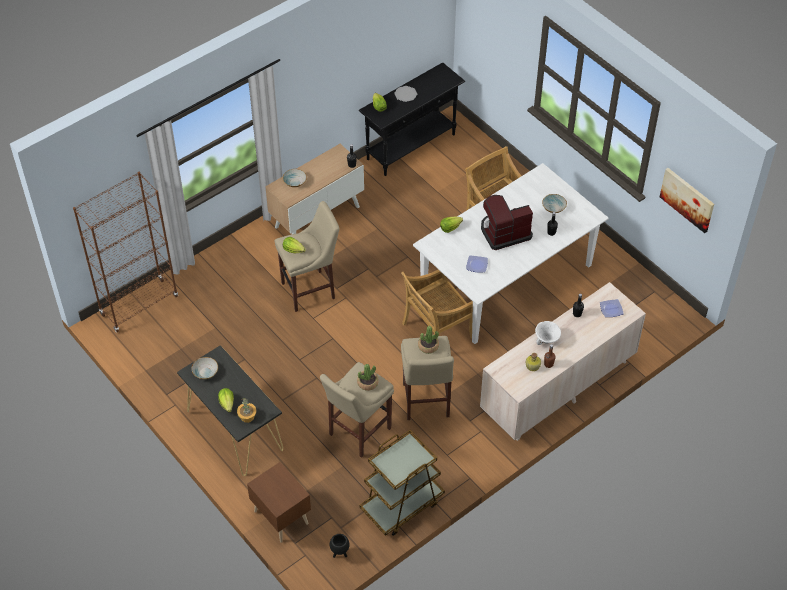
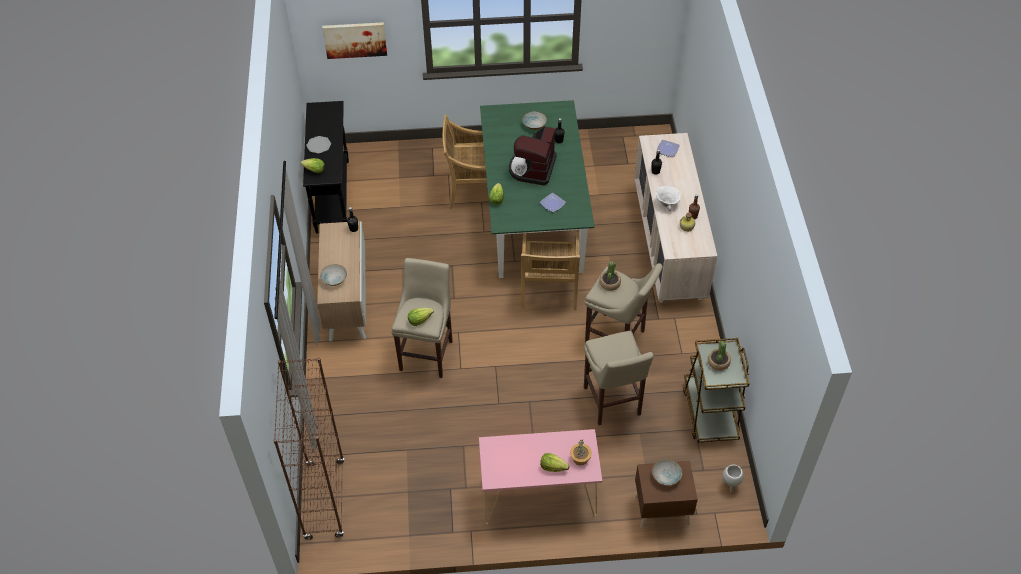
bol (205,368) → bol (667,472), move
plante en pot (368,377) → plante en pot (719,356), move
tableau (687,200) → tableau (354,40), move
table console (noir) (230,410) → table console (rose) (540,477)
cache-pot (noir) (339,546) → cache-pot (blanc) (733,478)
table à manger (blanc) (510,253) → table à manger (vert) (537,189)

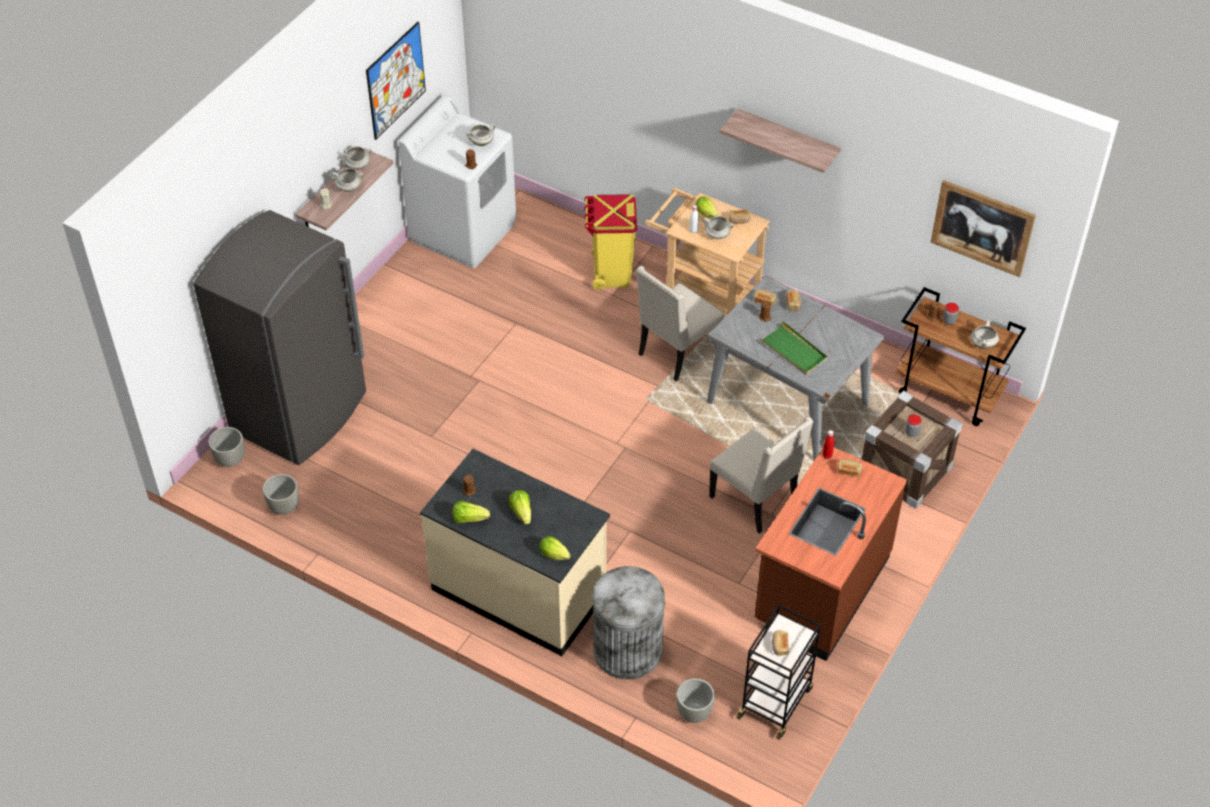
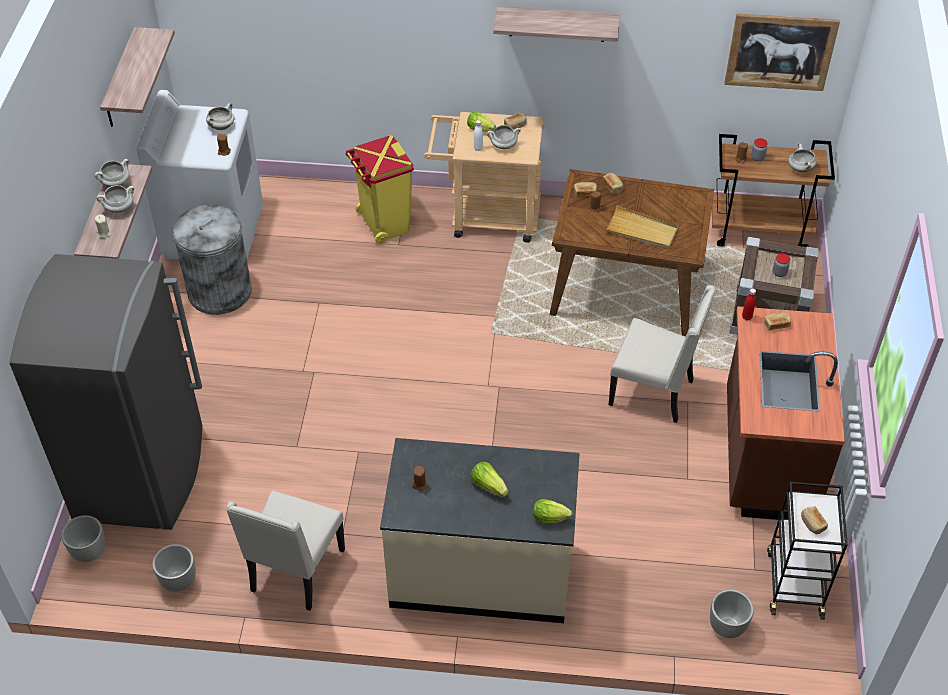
laitue (471,512) → -
poubelle (gris) (628,623) → poubelle (gris) (212,260), move
chaise (beige) (680,323) → chaise (beige) (285,550), move
tableau (396,81) → étagère (137,77)
table à manger (gris) (795,368) → table à manger (marron) (632,252)
plateau (vert) (793,348) → plateau (beige) (642,227)

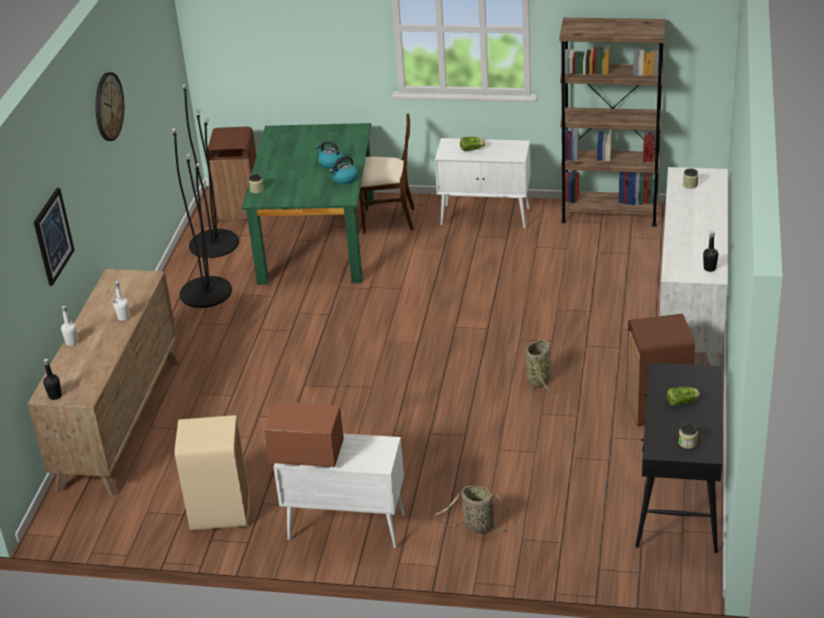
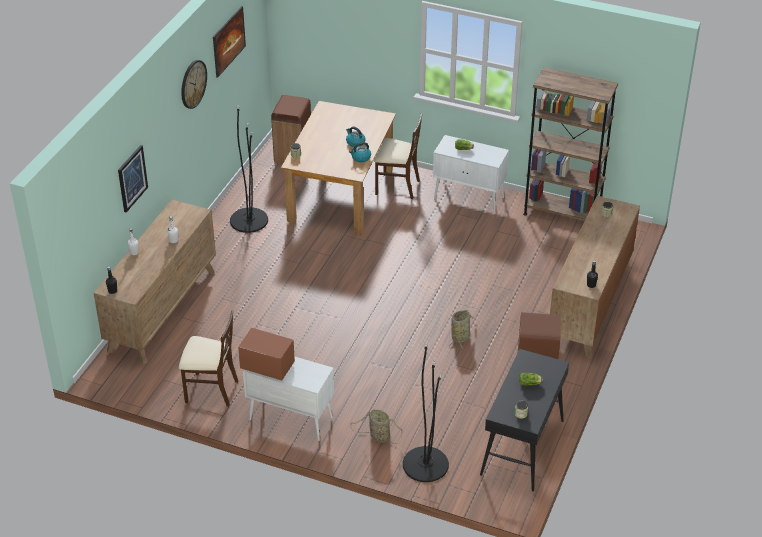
- → tableau (229,42)
lampadaire (noir) (210,171) → lampadaire (noir) (426,413), move
poubelle (beige) (212,473) → chaise (beige) (208,358)
table à manger (vert) (308,204) → table à manger (marron) (338,168)
commode (blanc) (694,266) → commode (marron) (595,277)

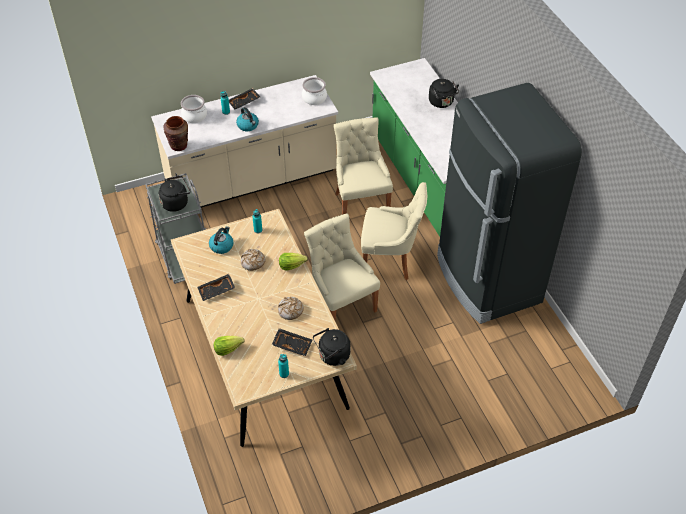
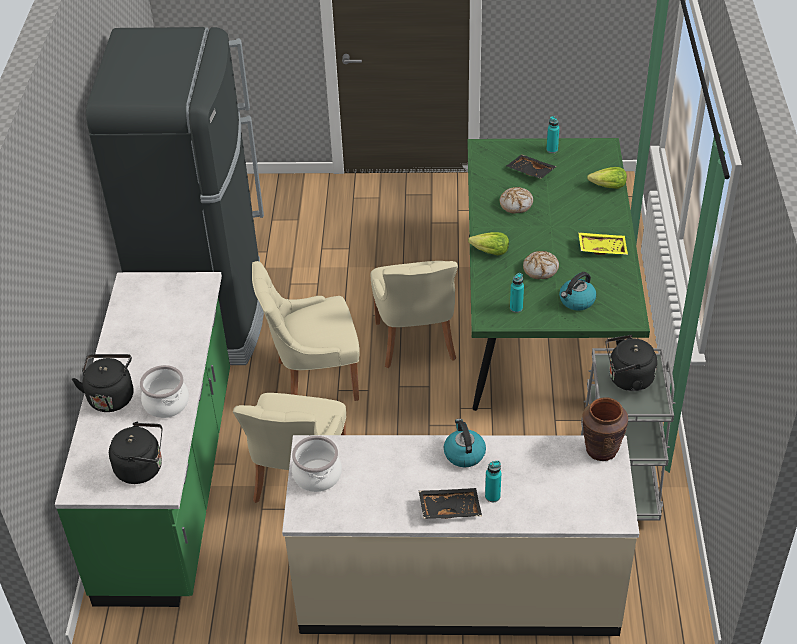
marmite (194,109) → marmite (164,391), move
bouilloire (noir) (332,347) → bouilloire (noir) (135,453), move
table à manger (beige) (264,328) → table à manger (vert) (559,274)
plateau (noir) (216,287) → plateau (jaune) (603,243)
chaise (beige) (394,231) → chaise (beige) (306,331), 45 degrees counterclockwise

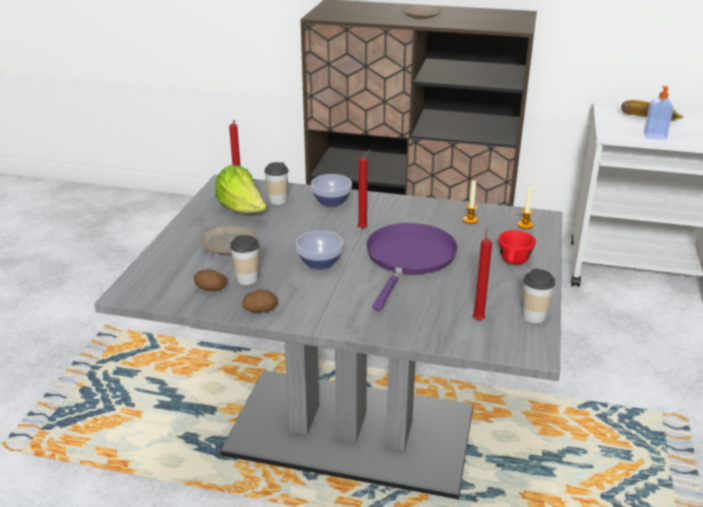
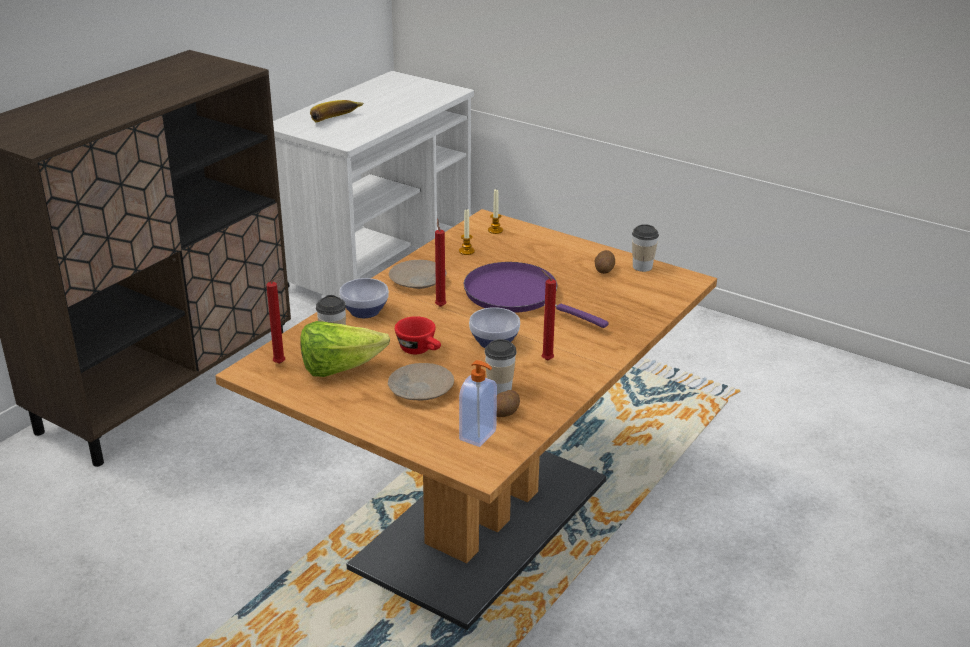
pomme de terre (260,301) → pomme de terre (605,262), move
assiette (beige) (422,12) → assiette (beige) (418,274), move
bougie (rouge) (482,274) → bougie (rouge) (548,315), move
tasse (rouge) (517,247) → tasse (rouge) (418,335), move
distributeur de savon (659,113) → distributeur de savon (478,403), move
table à manger (gris) (328,337) → table à manger (marron) (466,419)

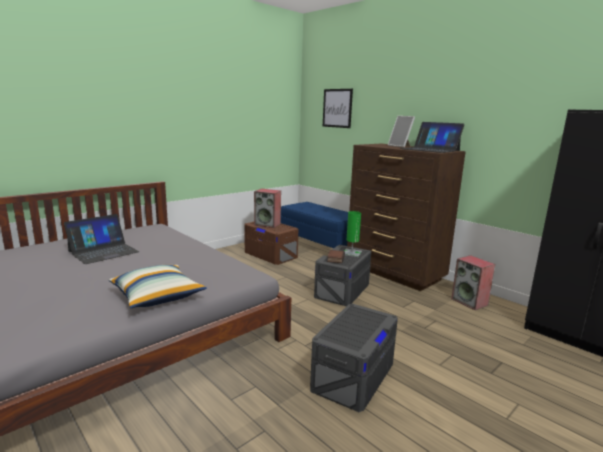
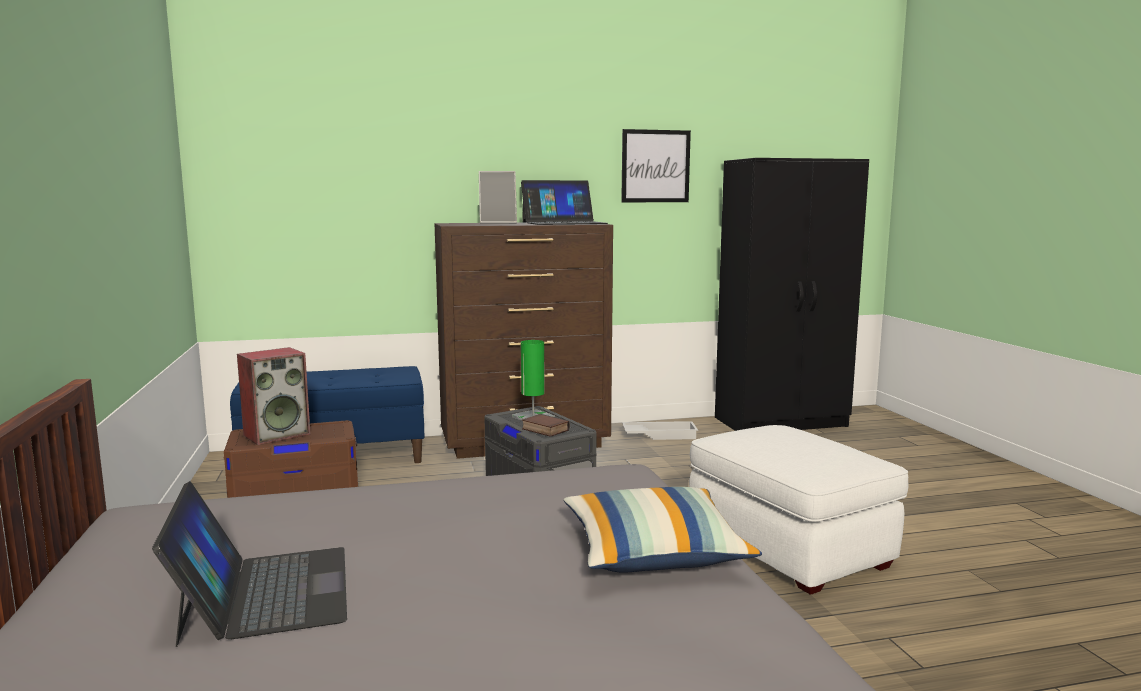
tableau (338,108) → tableau (656,165), move
boîte de rangement (gris) (354,358) → pouf (blanc) (798,510)
enceinte (473,282) → plateau (blanc) (660,430)

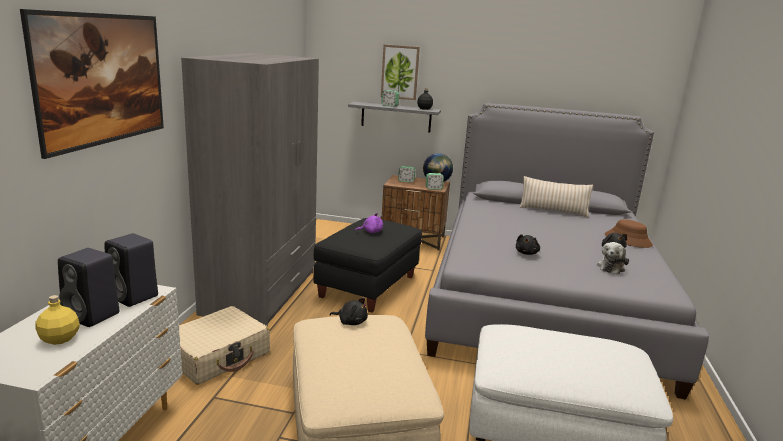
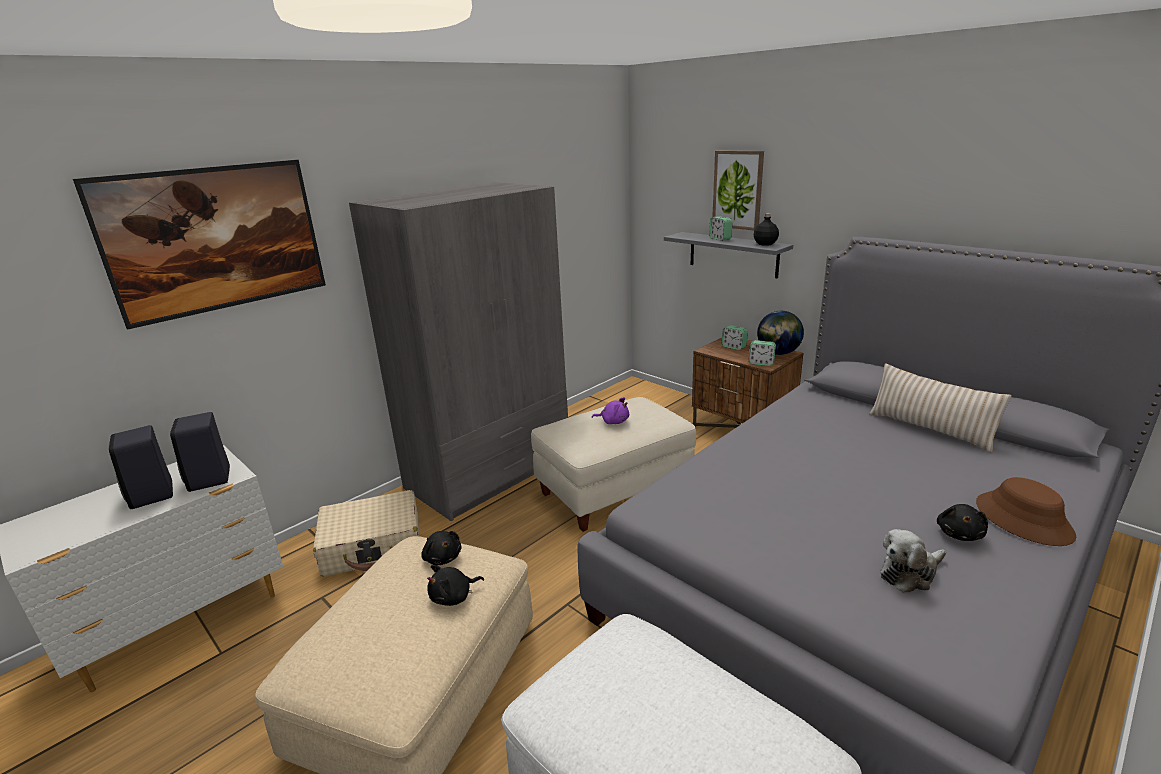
bouteille (jaune) (58,320) → -
peluche (noir) (528,244) → peluche (noir) (455,585), move
pouf (noir) (367,265) → pouf (beige) (613,464)

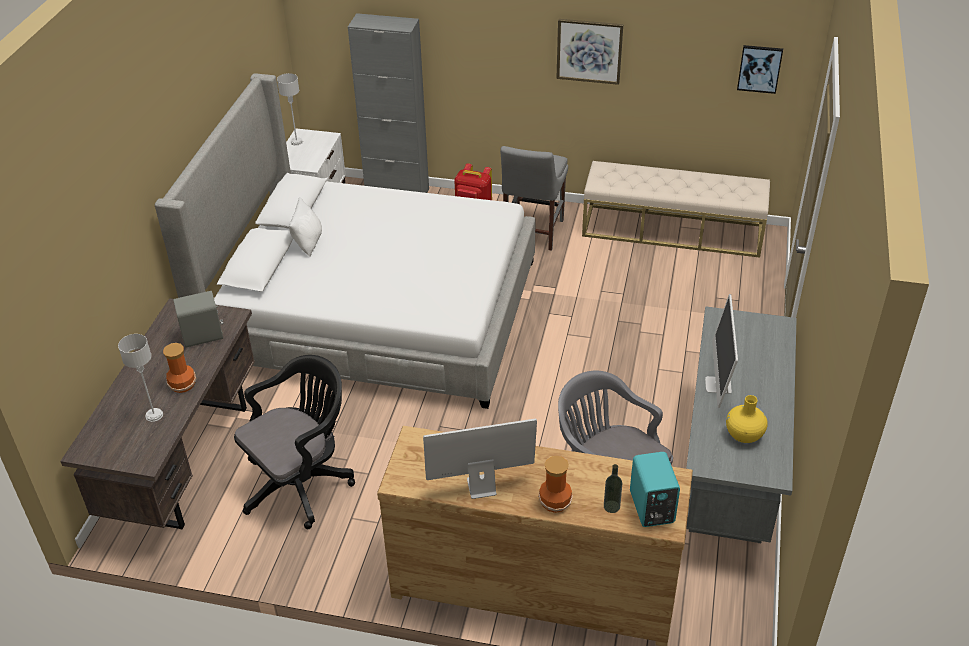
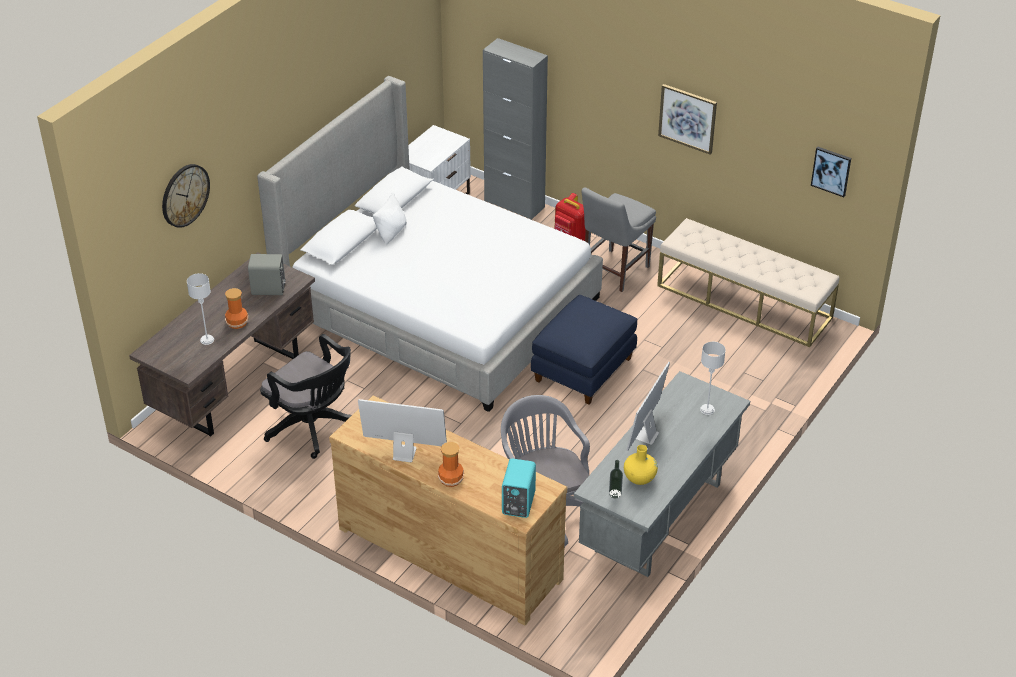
- → horloge murale (186,196)
- → pouf (bleu) (584,350)
lampe de table (gris) (290,109) → lampe de table (gris) (713,378), move
bouteille (613,488) → bouteille (616,479), move
chaise de bureau (noir) (294,442) → chaise de bureau (noir) (306,396), 60 degrees clockwise

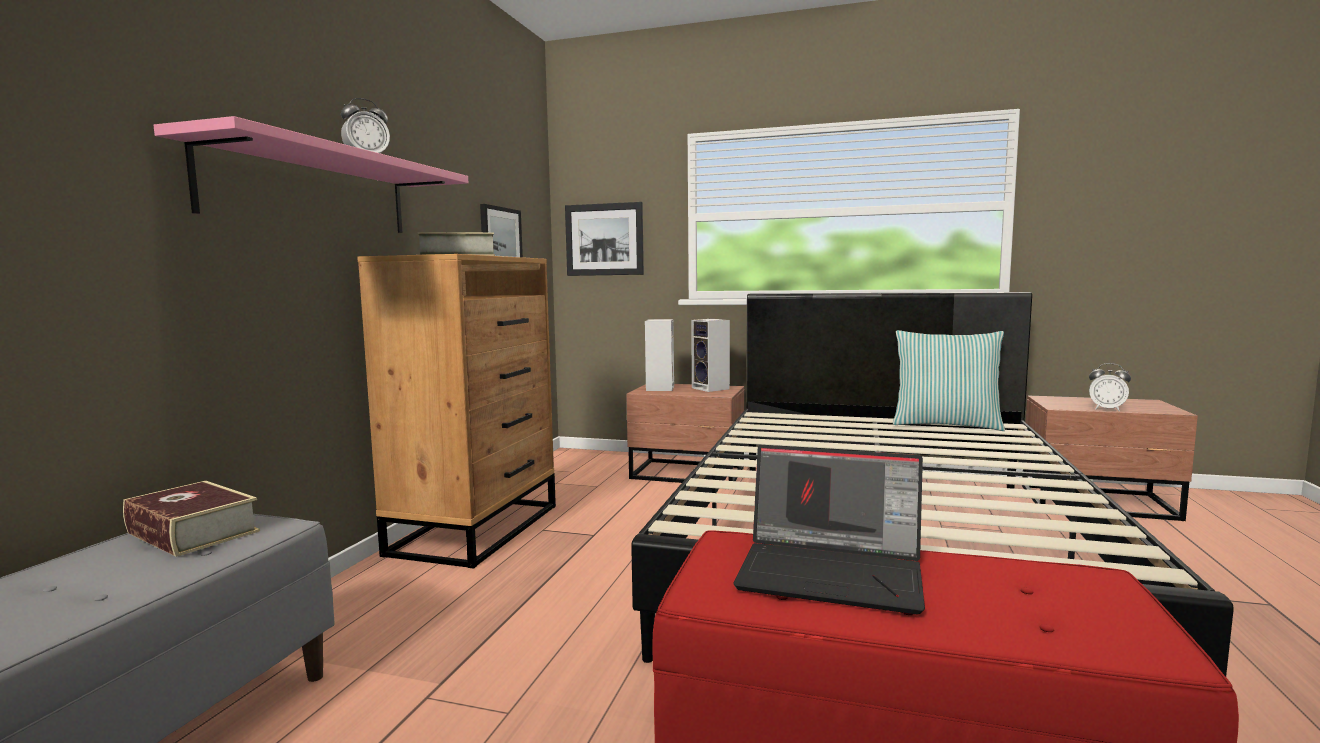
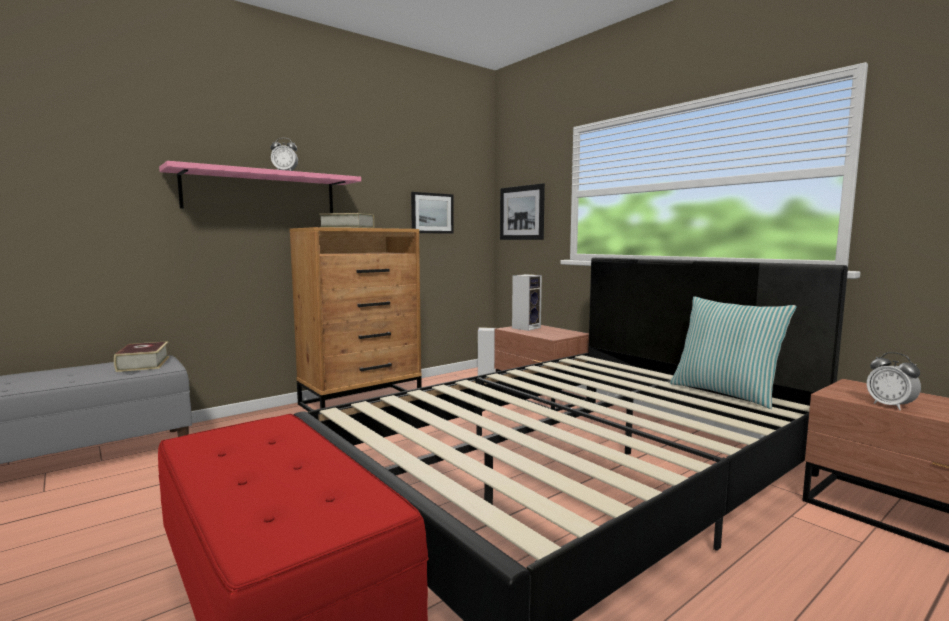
ordinateur portable (829,529) → -
enceinte (710,355) → enceinte (487,352), move

